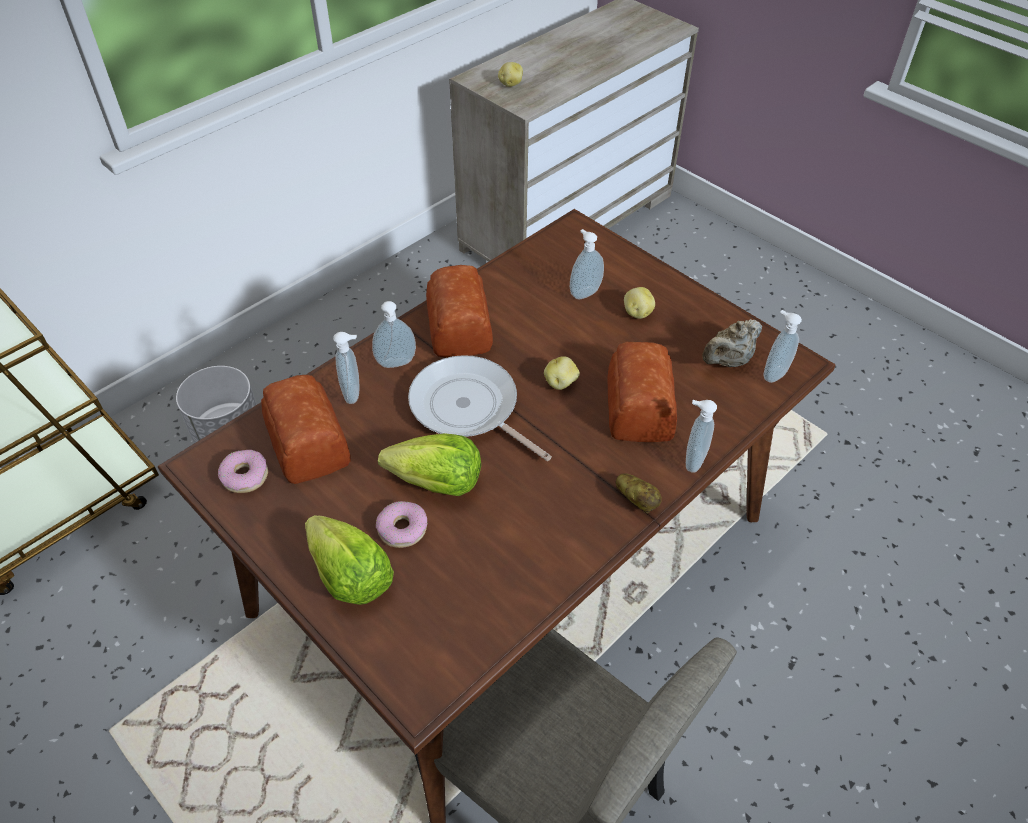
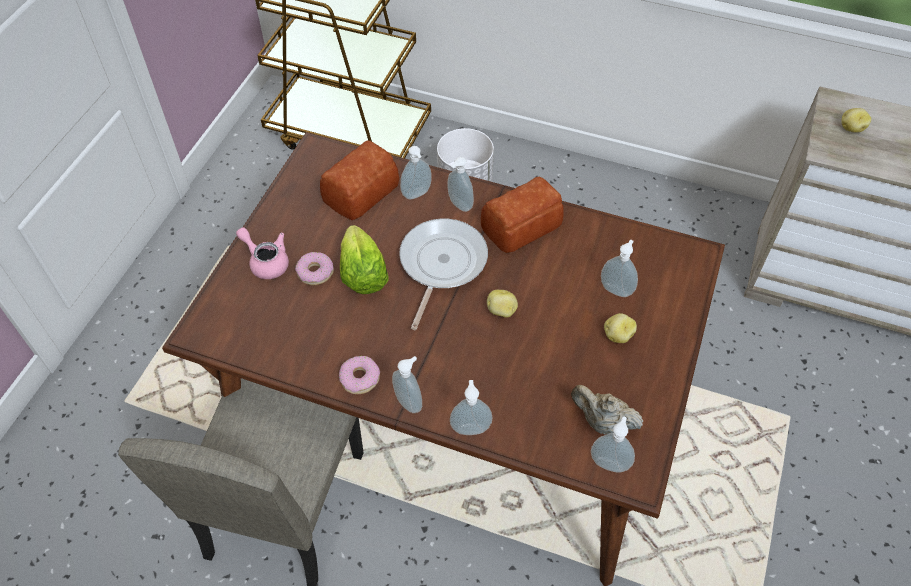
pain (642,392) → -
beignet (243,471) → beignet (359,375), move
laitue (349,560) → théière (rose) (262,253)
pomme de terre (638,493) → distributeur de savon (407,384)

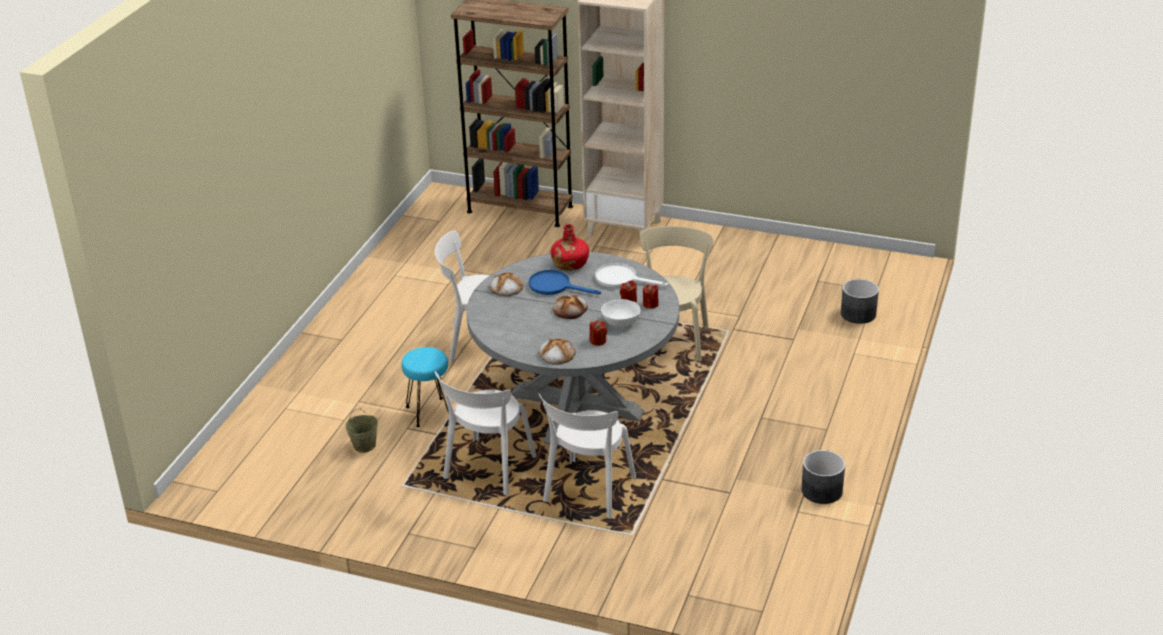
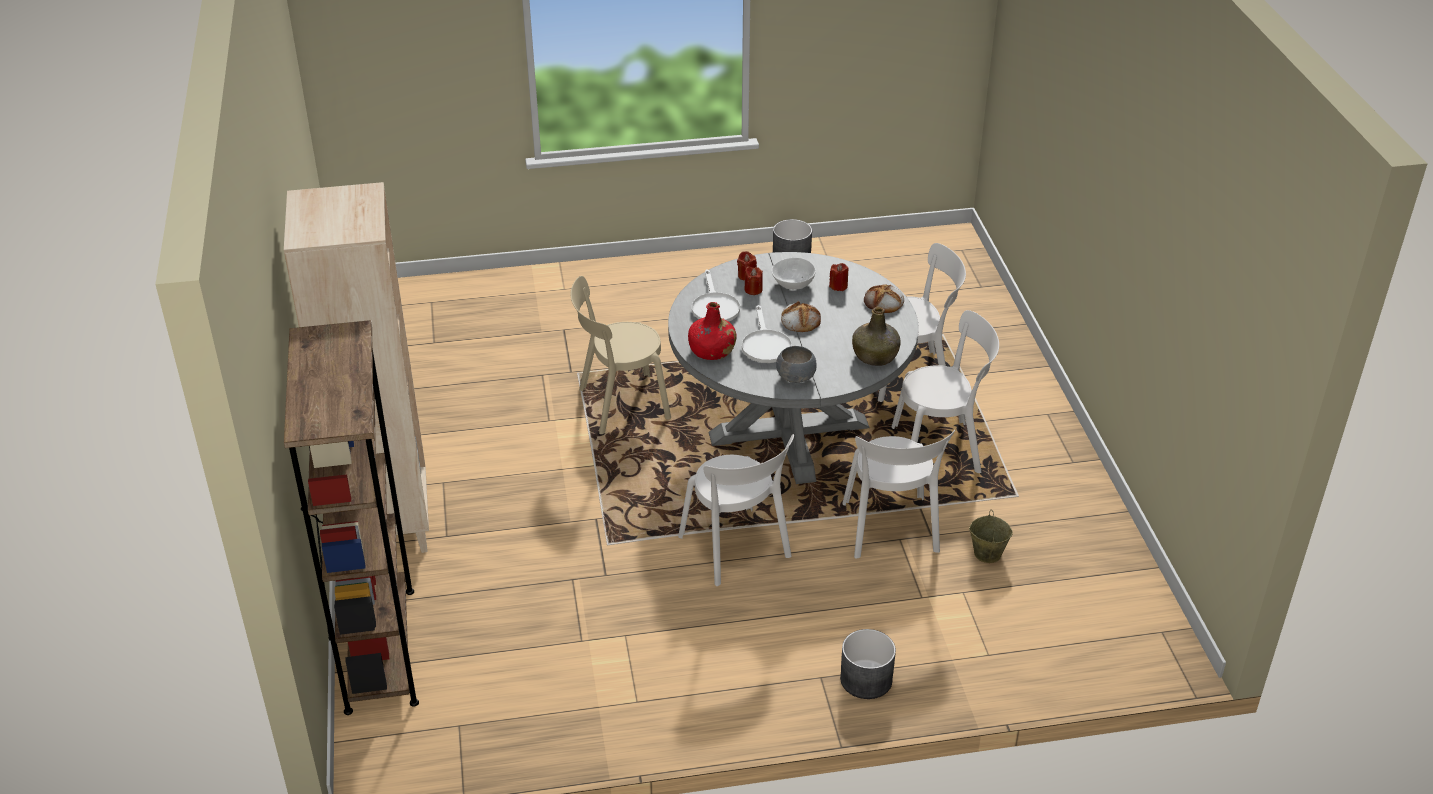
- → bouteille (vert) (876,336)
cache-pot (gris) (860,301) → cache-pot (gris) (868,664), move
tabouret (turquoise) (425,387) → chaise (blanc) (898,494)
pain (506,284) → bol (gris) (796,364)
poêle (bleu) (565,282) → poêle (blanc) (767,334)

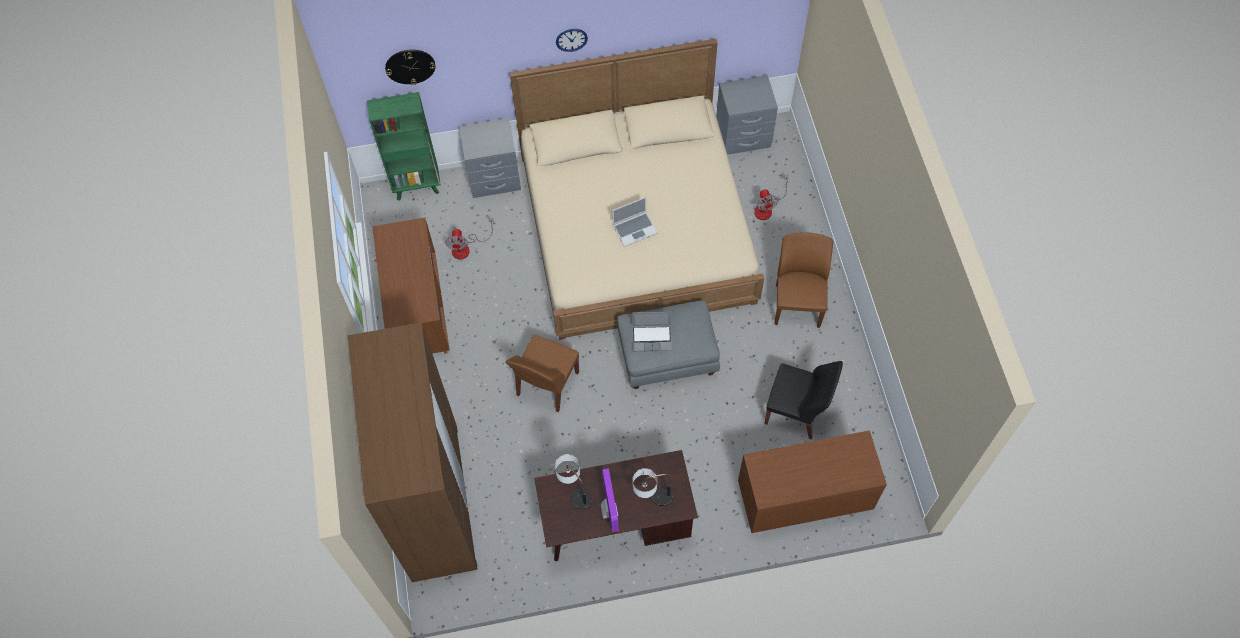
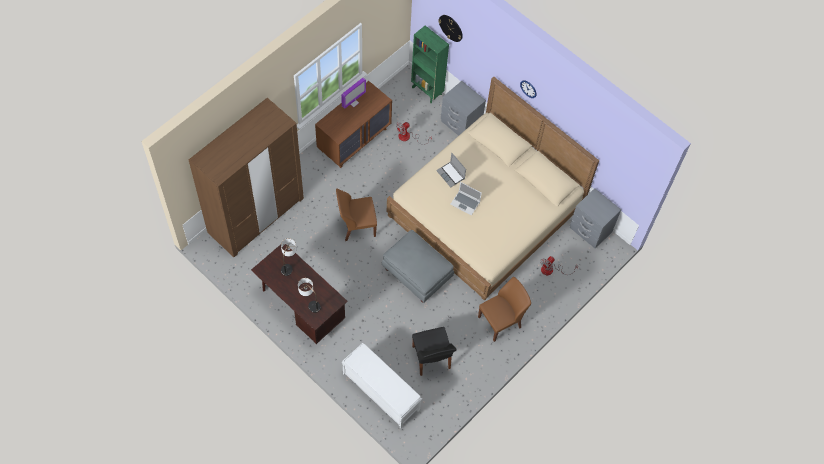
écran d'ordinateur (610,500) → écran d'ordinateur (353,93), move
ordinateur portable (652,332) → ordinateur portable (451,170), move
commode (marron) (812,481) → banc (blanc) (381,386)

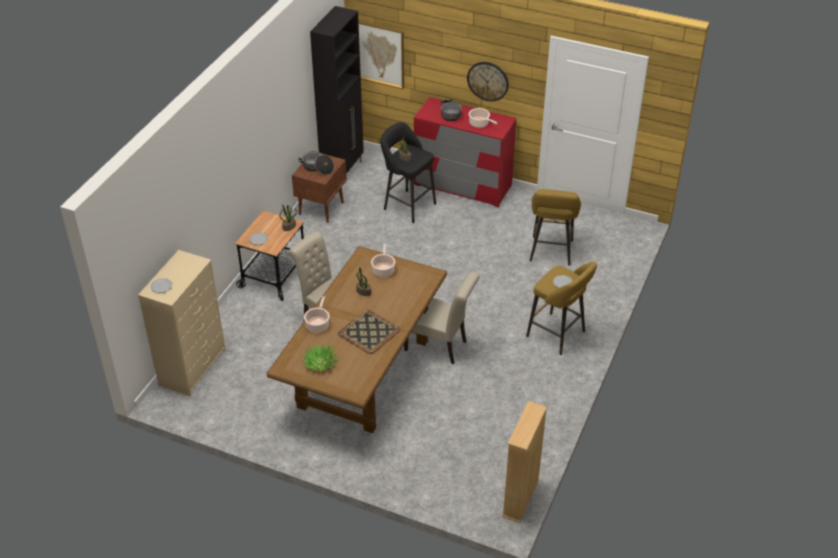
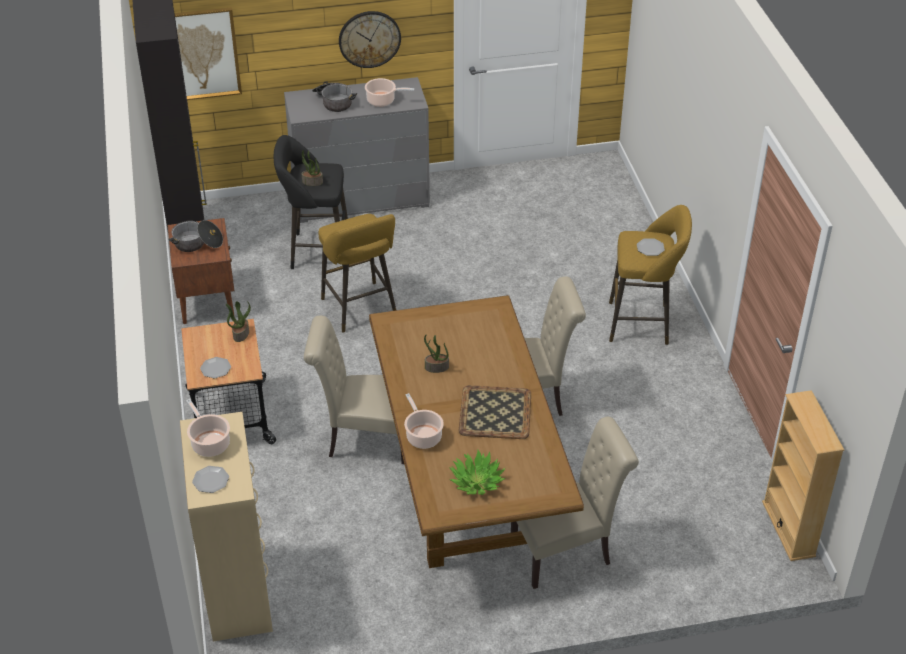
- → chaise (beige) (575,503)
marmite (383,260) → marmite (208,428), move
tabouret (jaune) (555,227) → tabouret (jaune) (357,273), move
commode (rouge) (465,152) → commode (gris) (357,150)

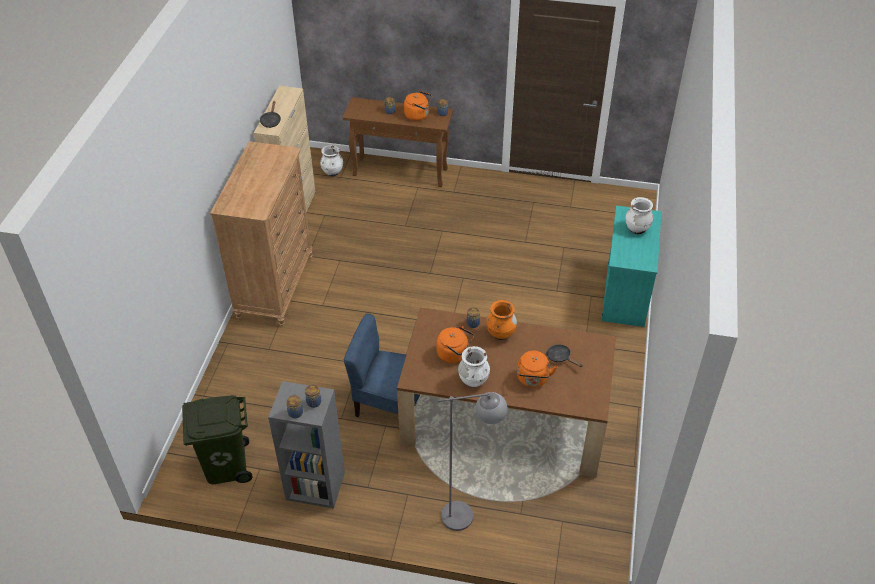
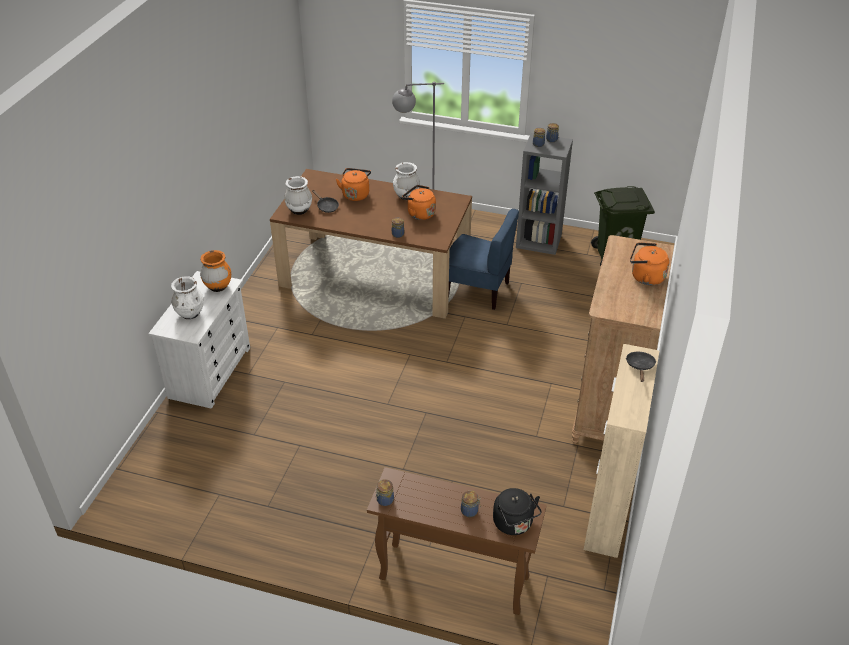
- → bouilloire (noir) (517,511)
vase (blanc) (331,160) → vase (blanc) (298,195), move
bouilloire (orange) (418,106) → bouilloire (orange) (649,263), move
vase (orange) (501,320) → vase (orange) (215,271), move
commode (turquoise) (631,266) → commode (blanc) (199,340)

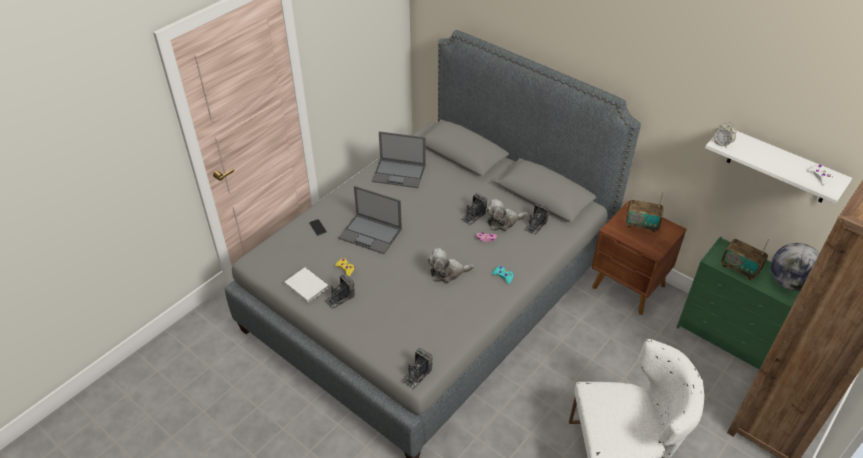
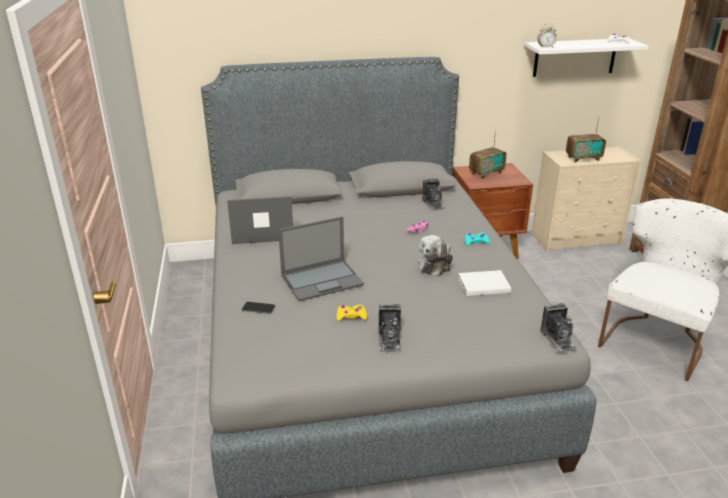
appareil photo (474,209) → -
peluche (506,215) → -
globe (795,267) → -
livre (blanc) (306,285) → livre (blanc) (484,283), move
commode (vert) (738,303) → commode (beige) (586,199)
ordinateur portable (399,159) → ordinateur portable (260,220), 150 degrees counterclockwise

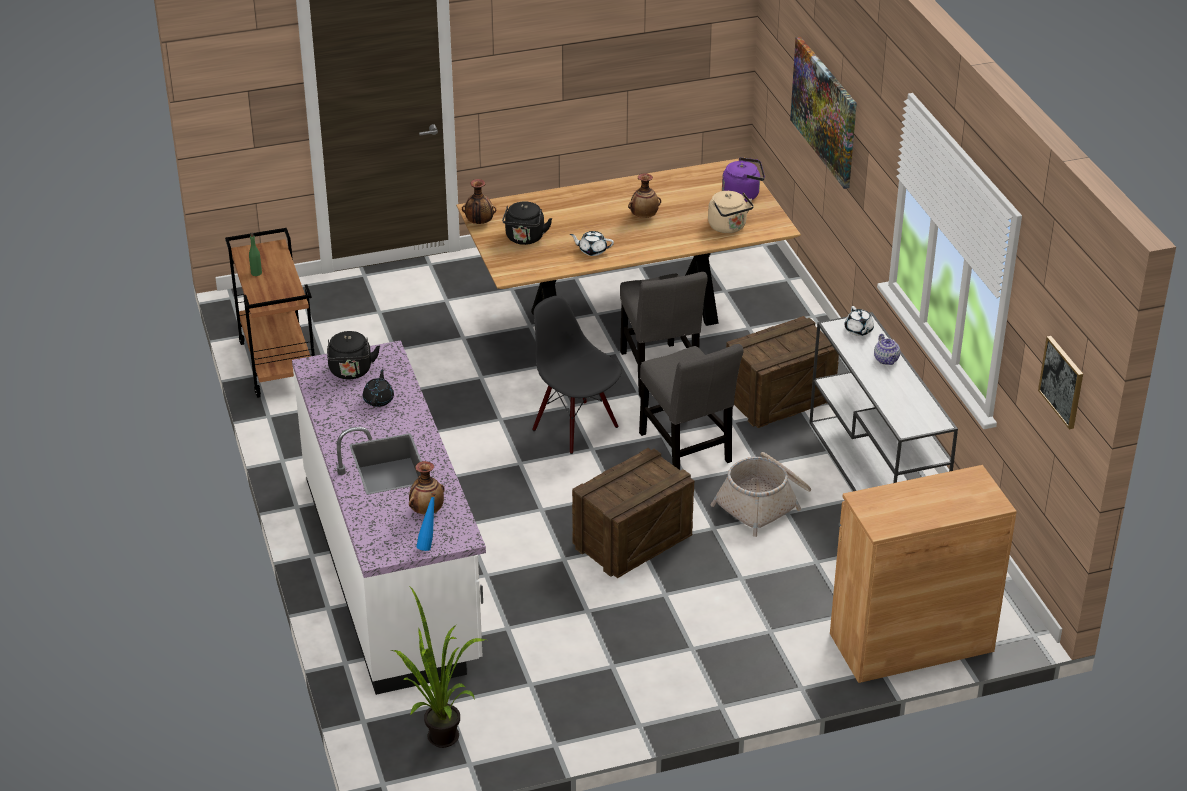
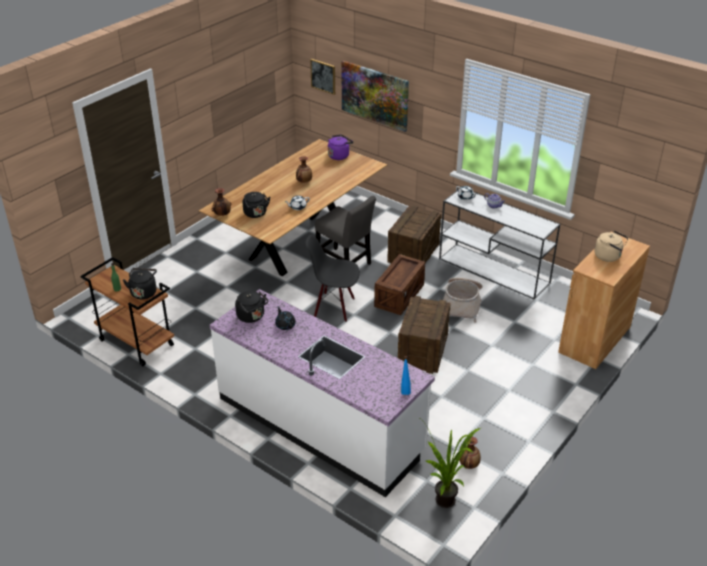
- → bouilloire (noir) (140,283)
vase (427,488) → vase (470,453), move
bouilloire (beige) (731,212) → bouilloire (beige) (611,246), move
tableau (1060,382) → tableau (322,77), move
chaise (gris) (691,407) → caisse (399,284)

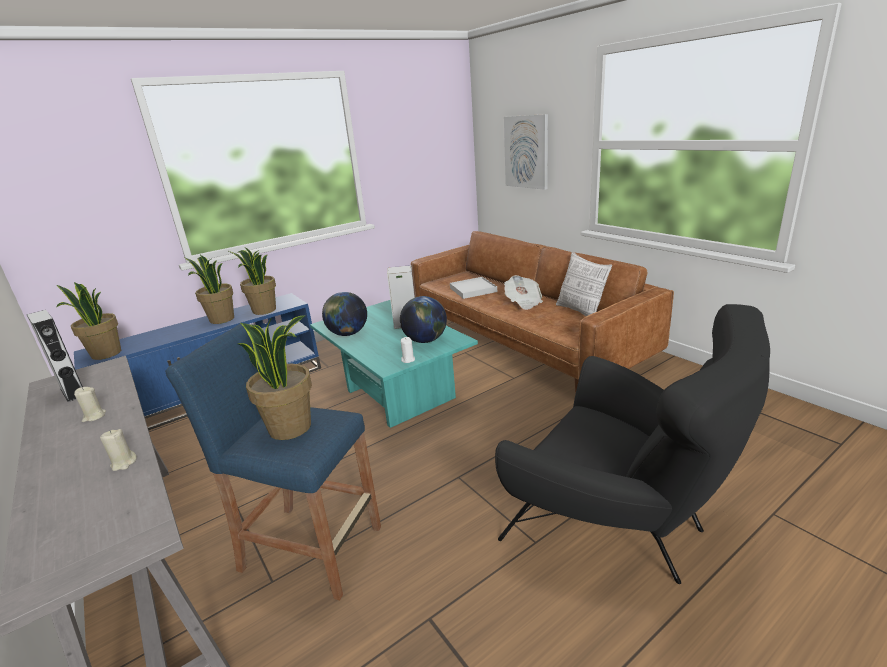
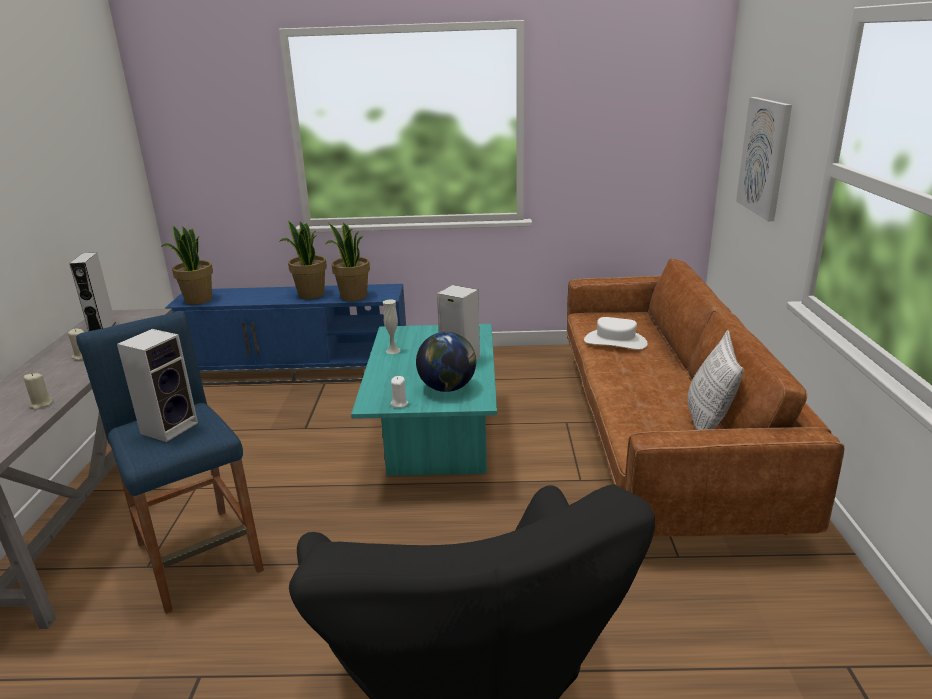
journal (523,292) → -
plante en pot (275,377) → enceinte (157,385)
globe (344,314) → vase (blanc) (392,326)
plateau (blanc) (473,288) → chapeau (blanc) (616,333)

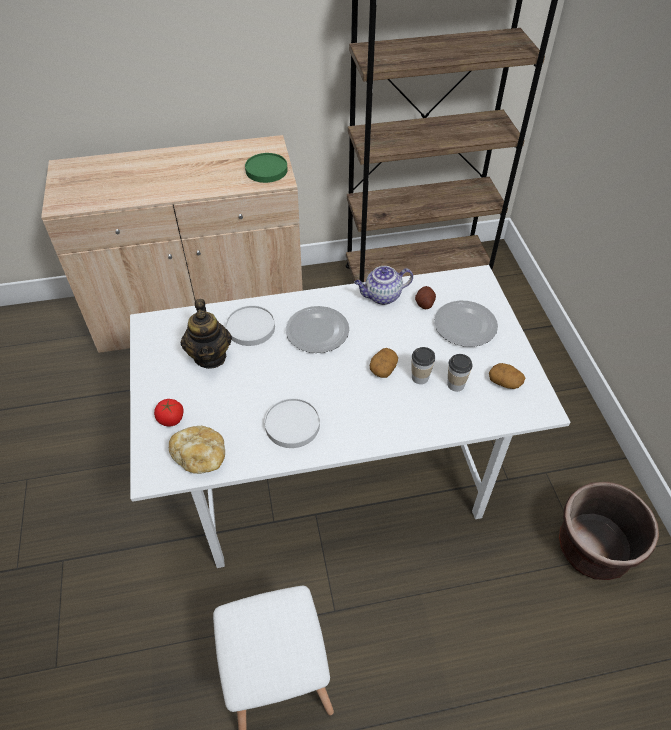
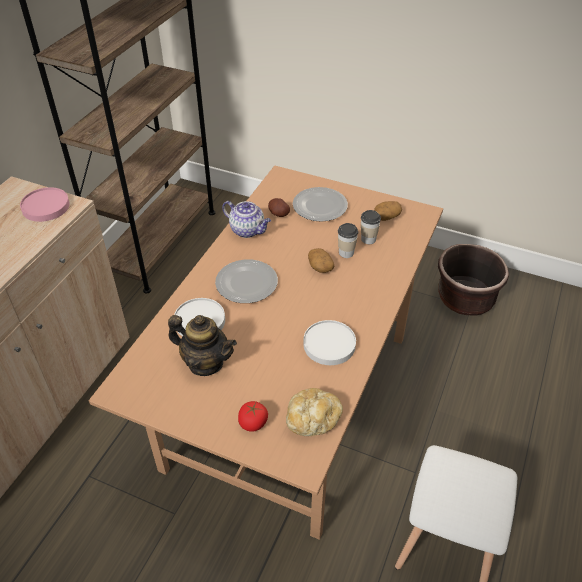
table à manger (blanc) (350,416) → table à manger (marron) (266,353)
assiette (vert) (266,168) → assiette (rose) (45,204)
théière (383,285) → théière (246,219), 75 degrees counterclockwise

